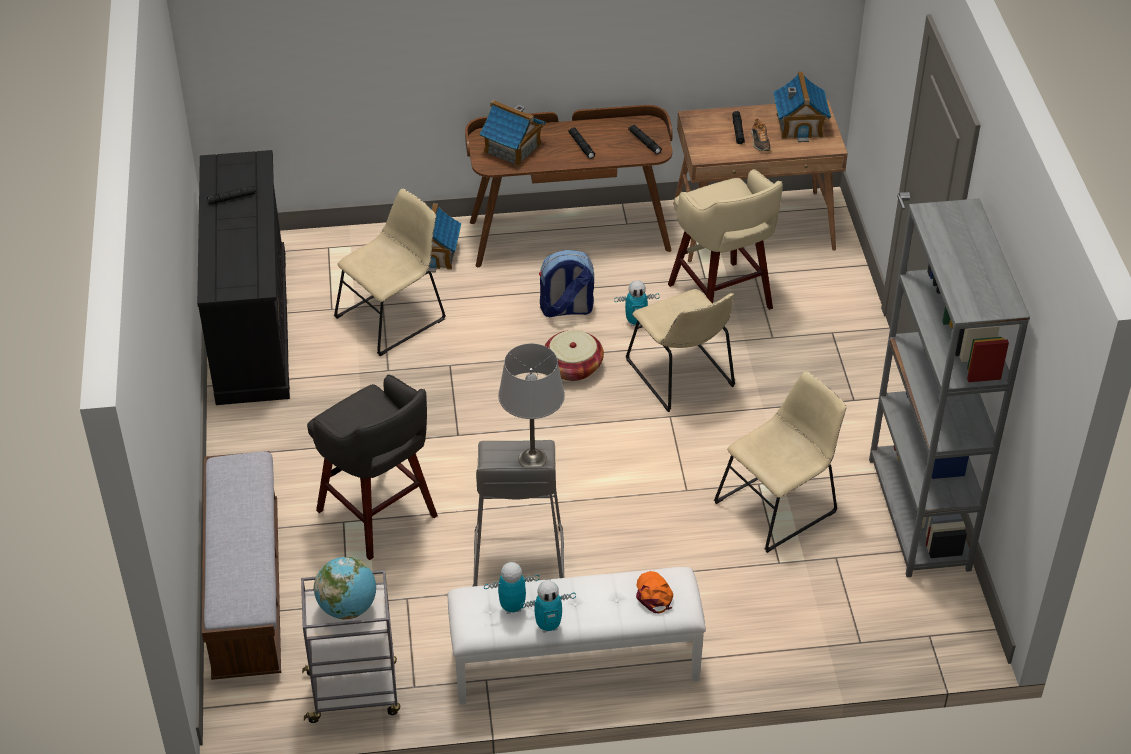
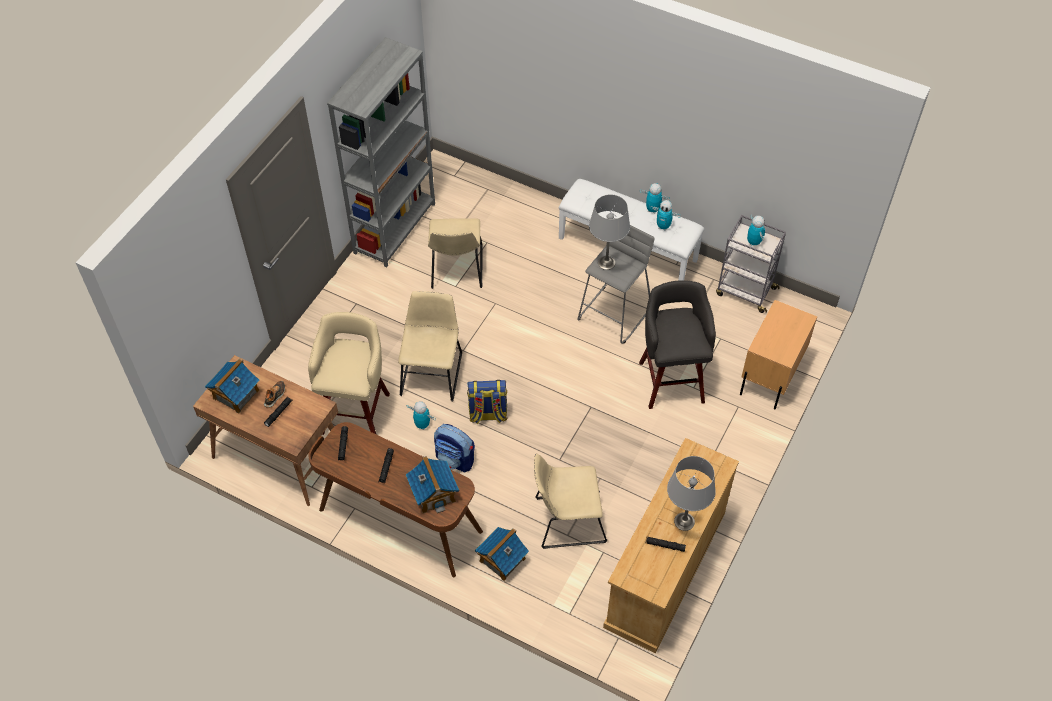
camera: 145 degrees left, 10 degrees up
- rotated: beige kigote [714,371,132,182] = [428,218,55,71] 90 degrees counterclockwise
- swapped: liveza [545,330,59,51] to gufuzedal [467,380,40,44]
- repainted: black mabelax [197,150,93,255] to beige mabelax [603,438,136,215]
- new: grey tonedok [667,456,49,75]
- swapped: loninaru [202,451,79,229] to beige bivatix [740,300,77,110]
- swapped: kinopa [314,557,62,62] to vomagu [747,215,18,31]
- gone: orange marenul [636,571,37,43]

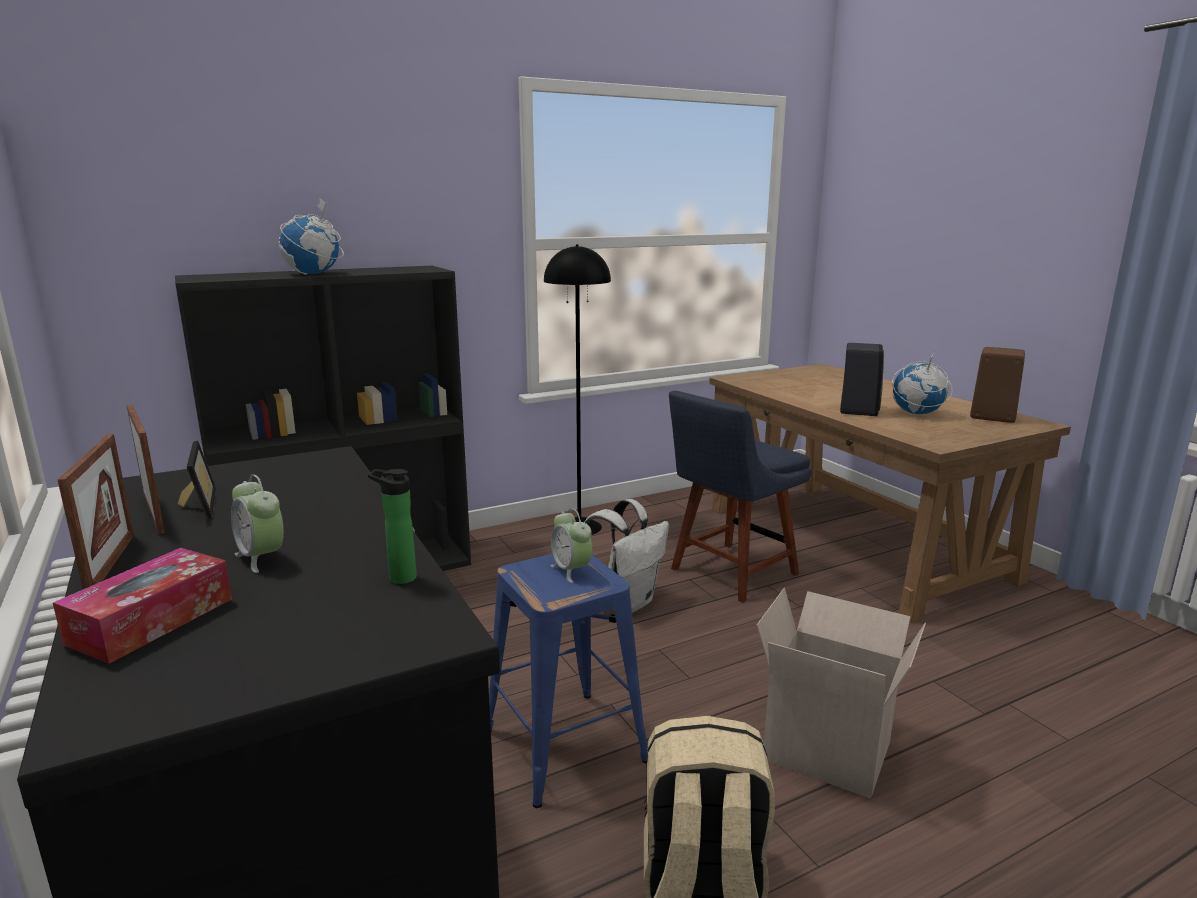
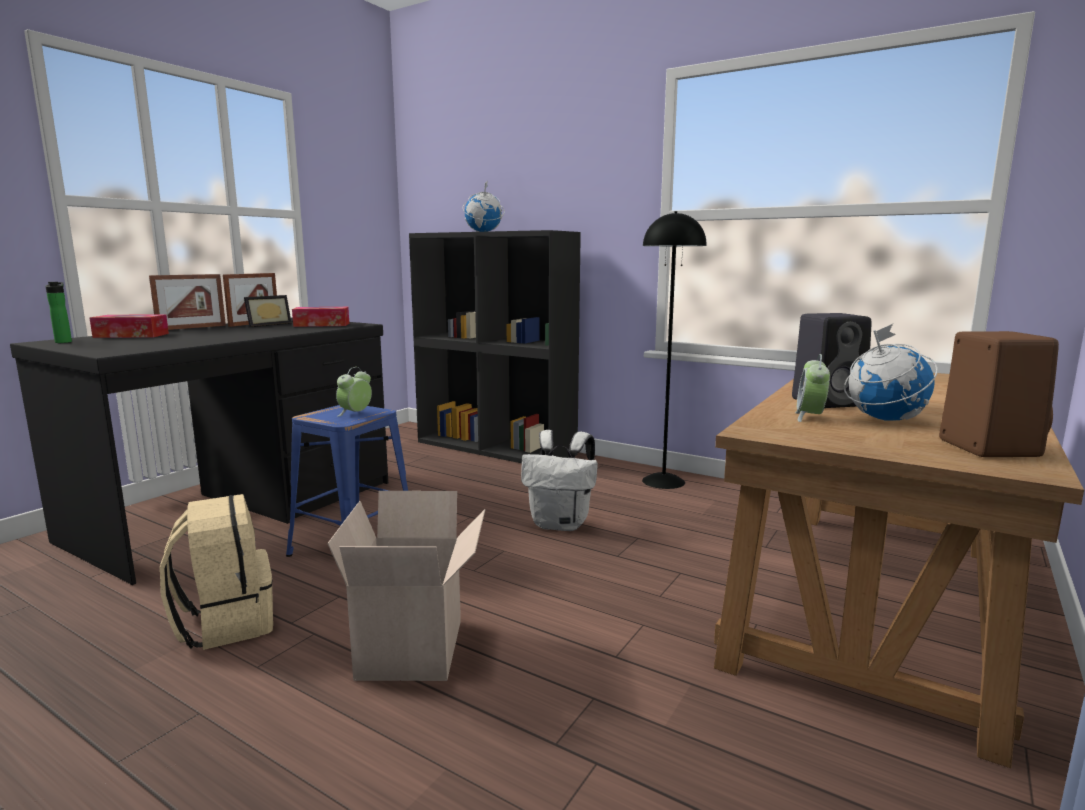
camera: 60 degrees right, 5 degrees down
- shifted: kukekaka [368,469,49,115] to [45,282,27,61]
- new: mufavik [292,307,57,20]
- shifted: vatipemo [231,475,53,98] to [795,354,35,68]
- gone: blue kigote [669,391,142,212]

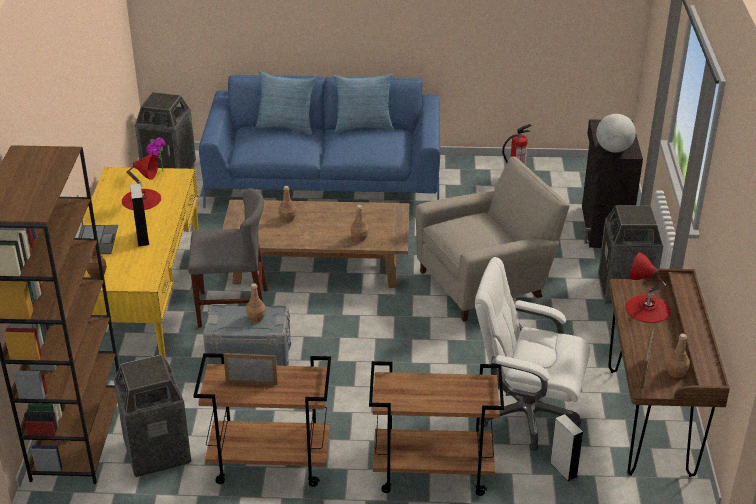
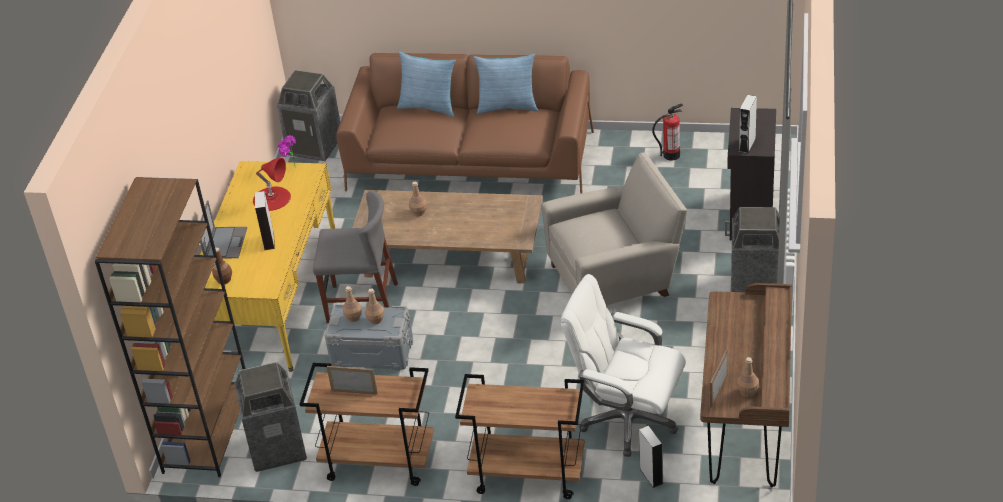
camera: 10 degrees right, 5 degrees up
- repainted: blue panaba [199,75,241,133] to brown panaba [336,53,258,141]
- shifted: brown kukekaka [350,205,19,37] to [343,286,19,36]
- swapped: kinopa [596,114,40,39] to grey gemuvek [739,95,18,58]
- gone: red tonedok [625,252,46,71]

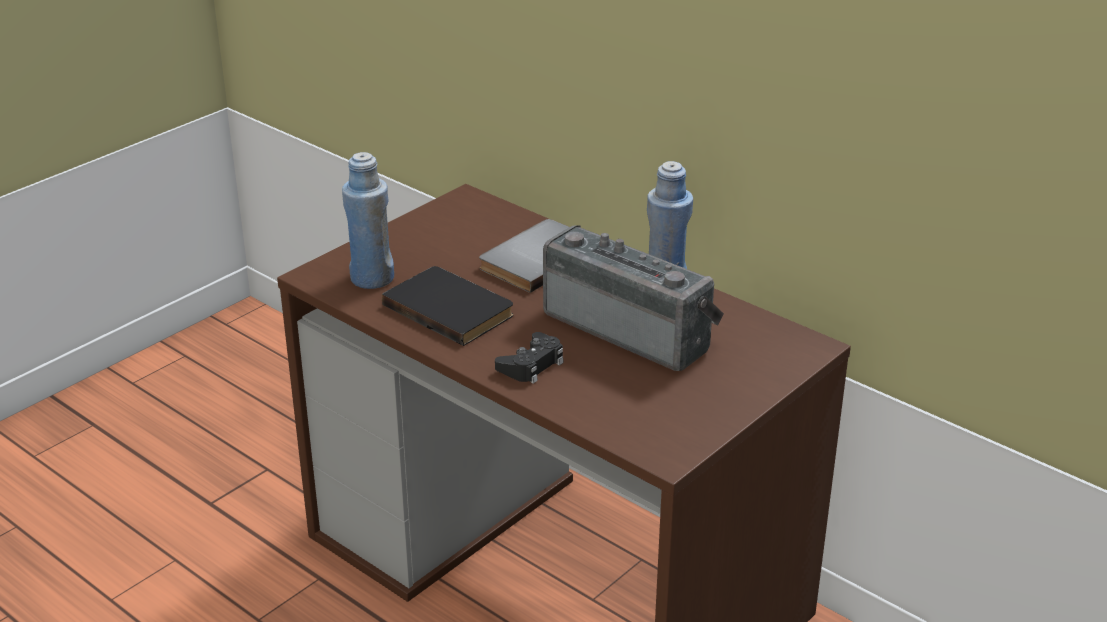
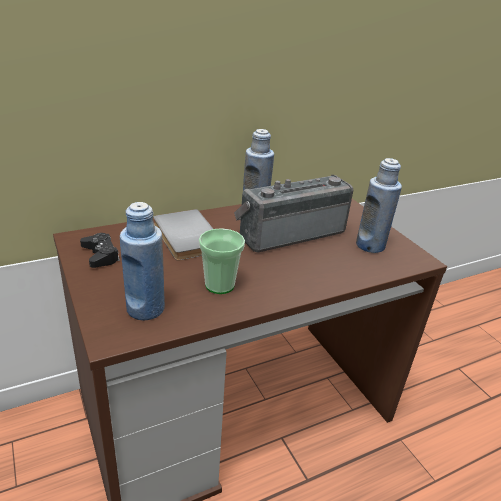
camera: 70 degrees left, 0 degrees up
- shifted: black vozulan [495,332,69,52] to [80,233,40,35]
- swapped: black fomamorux [382,266,131,80] to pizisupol [199,228,46,66]
- new: blue kukekaka [356,158,46,95]

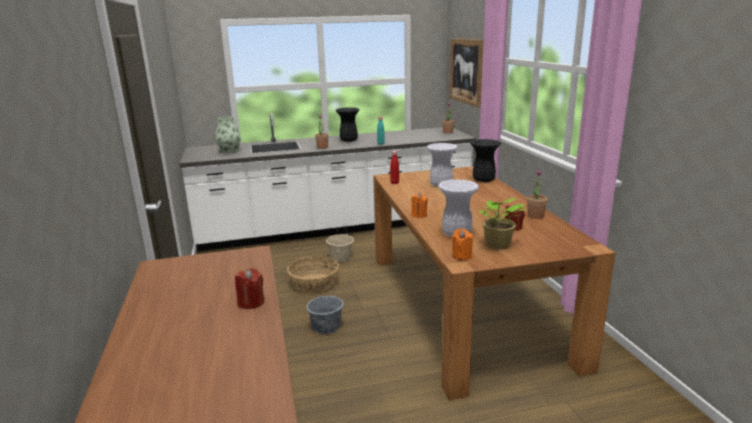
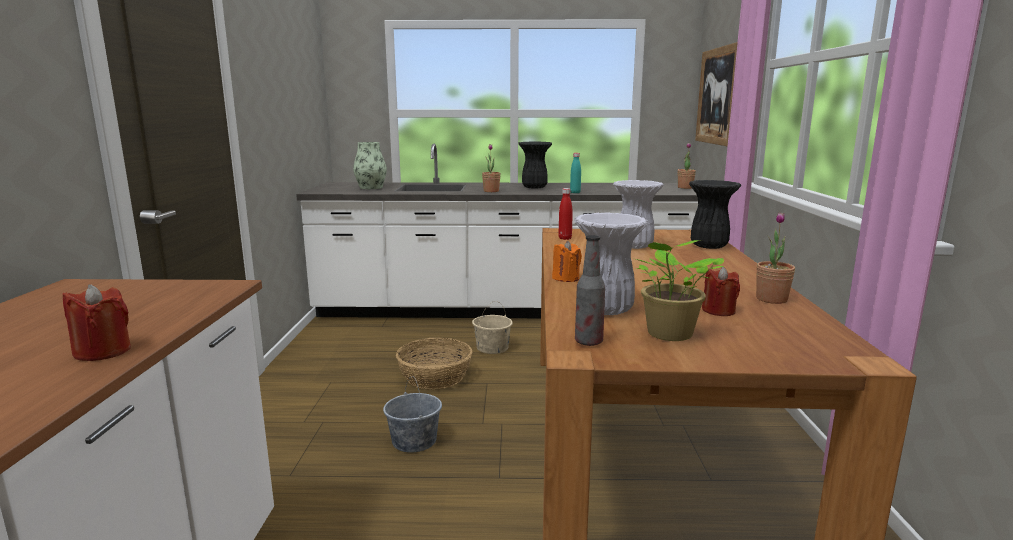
camera: 15 degrees right, 5 degrees down
- swapped: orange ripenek [452,228,21,32] to kukekaka [575,235,30,111]

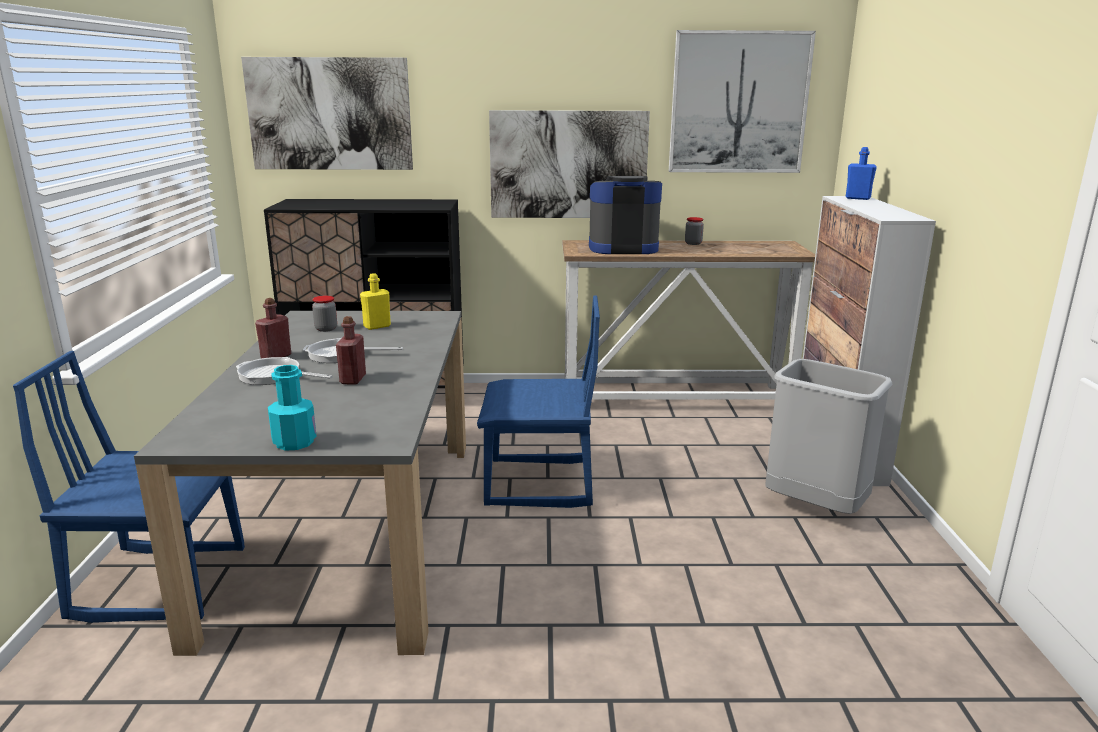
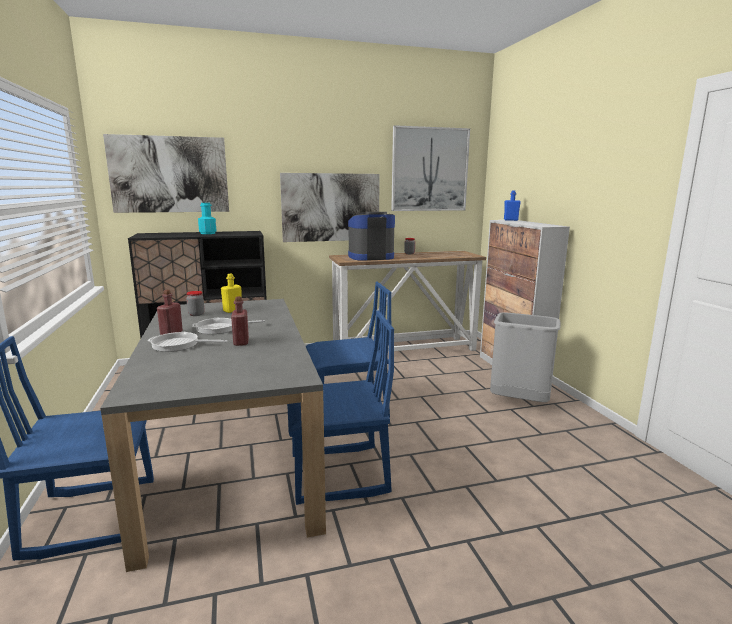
camera: 15 degrees left, 5 degrees down
- shifted: turquoise kukekaka [268,365,49,86] to [198,203,18,31]
- new: blue kigote [287,311,107,194]

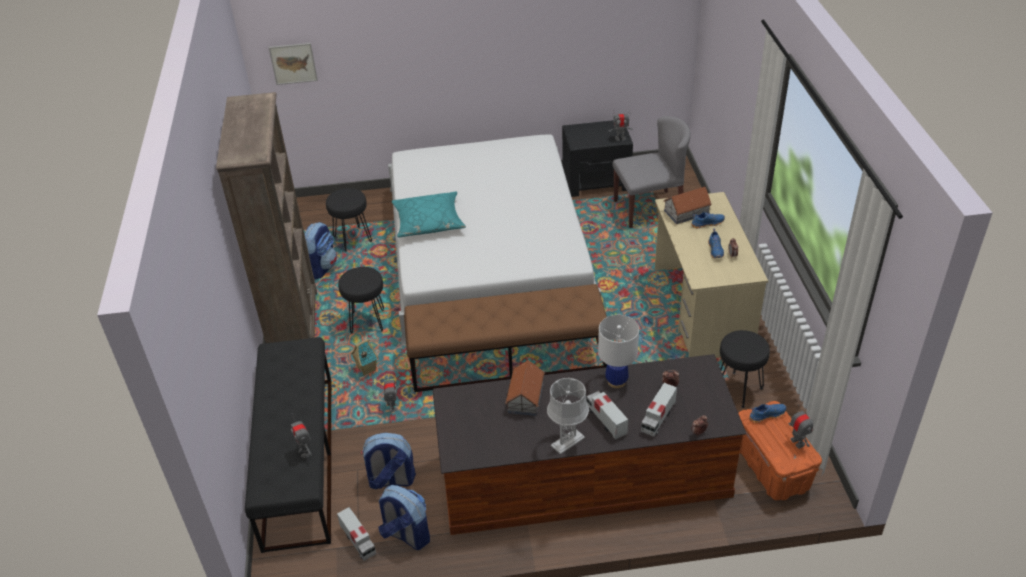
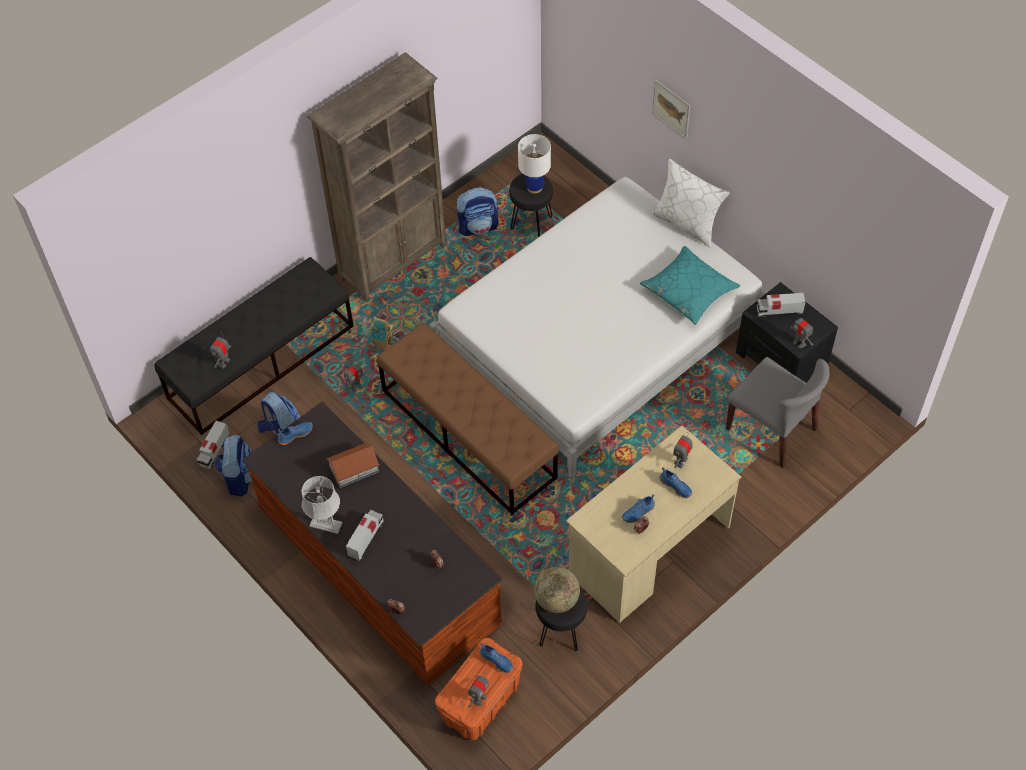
camera: 55 degrees right, 15 degrees up
- new: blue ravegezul [277,422,36,23]
- shifted: white tonedok [598,315,41,73] to [518,134,33,60]
- new: kinopa [534,567,46,46]
- shifted: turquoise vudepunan [392,192,74,45] to [640,246,100,79]
- shifted: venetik [269,43,49,42] to [652,80,39,59]
- new: white vudepunan [652,159,78,89]
- swapped: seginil [663,187,49,37] to vomagu [673,430,20,38]
- shifted: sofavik [641,383,36,54] to [756,293,50,24]
- gone: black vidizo [338,267,46,66]

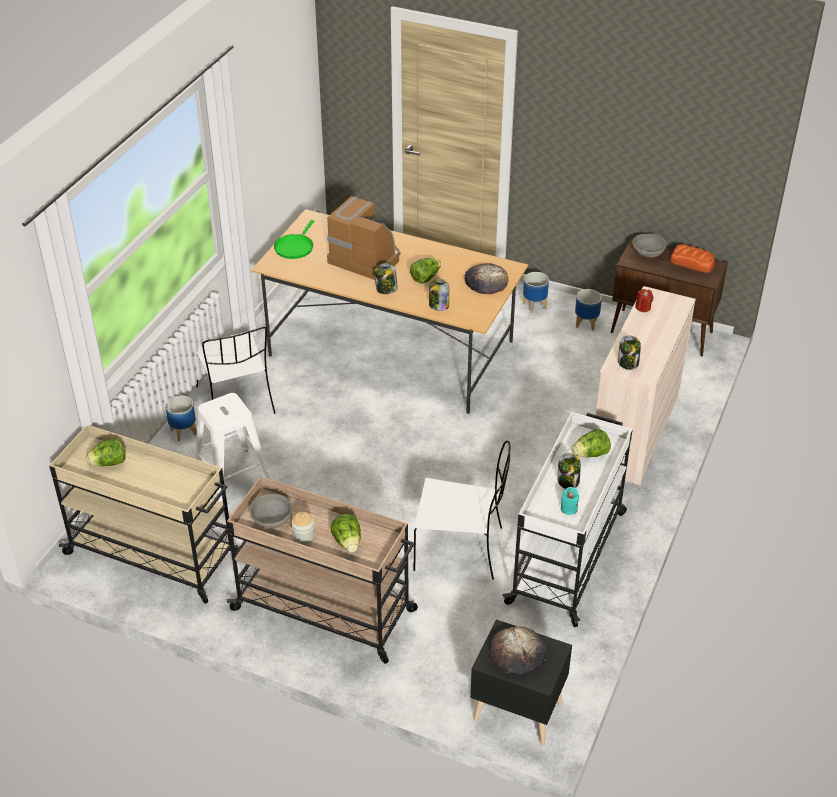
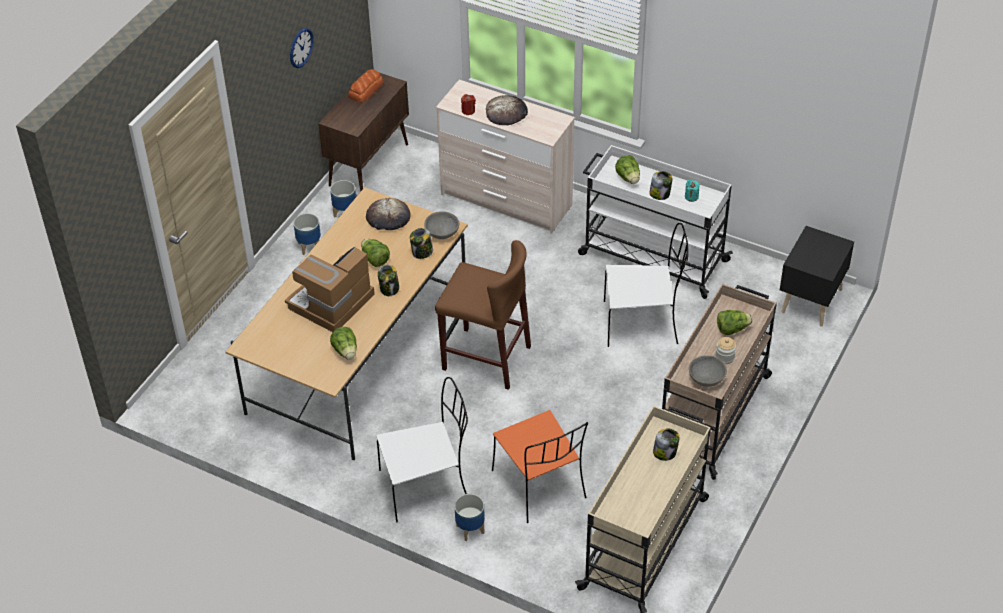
camera: 85 degrees left, 5 degrees up
- new: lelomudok [290,28,24,40]
- shifted: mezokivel [86,438,40,28] to [330,327,27,33]
- shifted: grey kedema [632,233,34,25] to [424,211,35,28]
- new: brown vidizo [435,240,96,150]
- shifted: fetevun [489,626,58,49] to [486,95,42,30]
- swapped: white vidizo [196,393,75,109] to orange kigote [492,410,96,113]
- rotated: white kigote [414,441,96,139] = [604,223,84,124] 75 degrees clockwise
- shifted: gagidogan [618,335,23,35] to [653,428,26,33]
- gone: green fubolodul [274,220,40,39]

